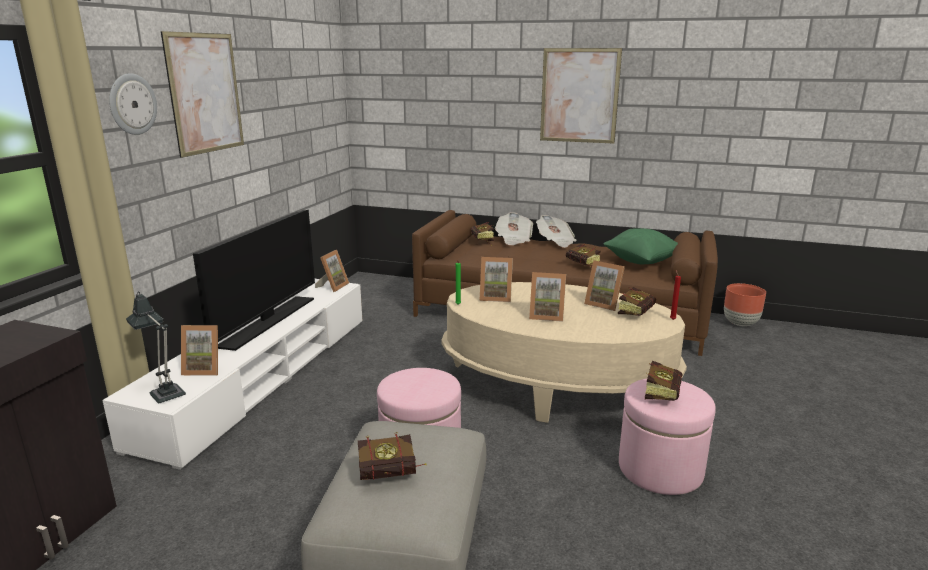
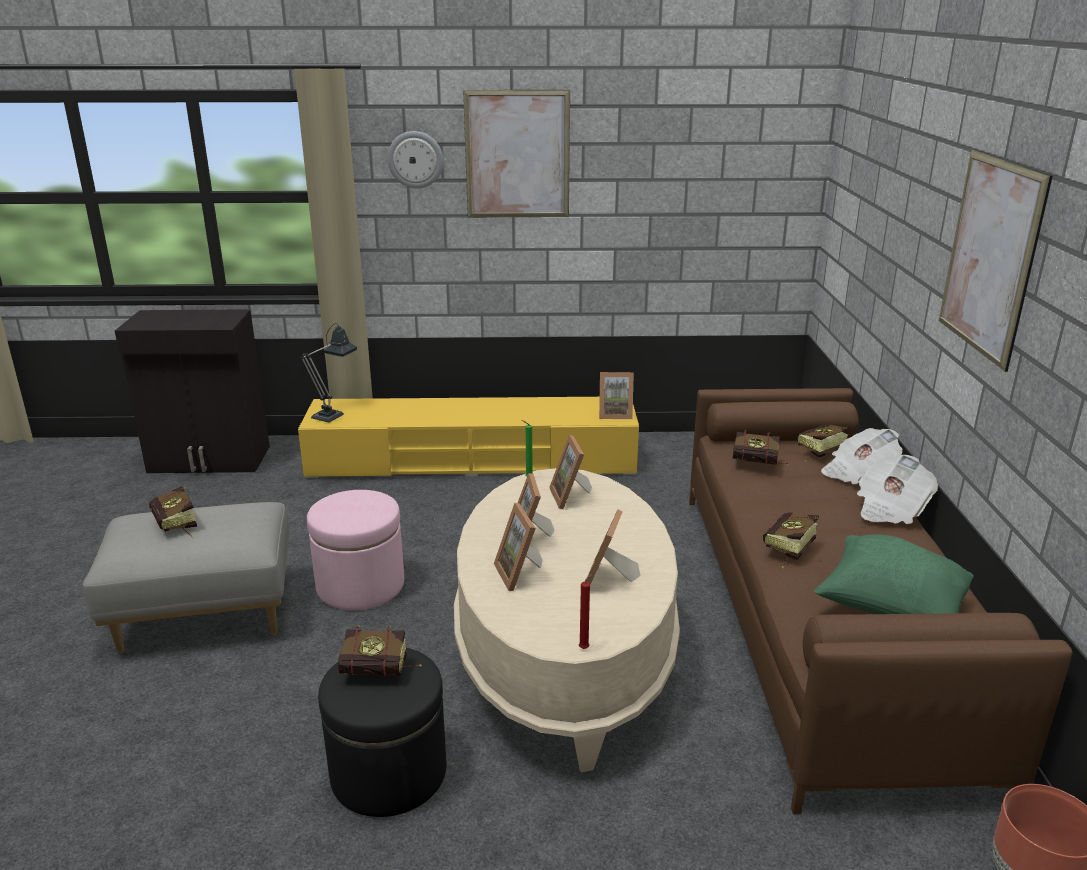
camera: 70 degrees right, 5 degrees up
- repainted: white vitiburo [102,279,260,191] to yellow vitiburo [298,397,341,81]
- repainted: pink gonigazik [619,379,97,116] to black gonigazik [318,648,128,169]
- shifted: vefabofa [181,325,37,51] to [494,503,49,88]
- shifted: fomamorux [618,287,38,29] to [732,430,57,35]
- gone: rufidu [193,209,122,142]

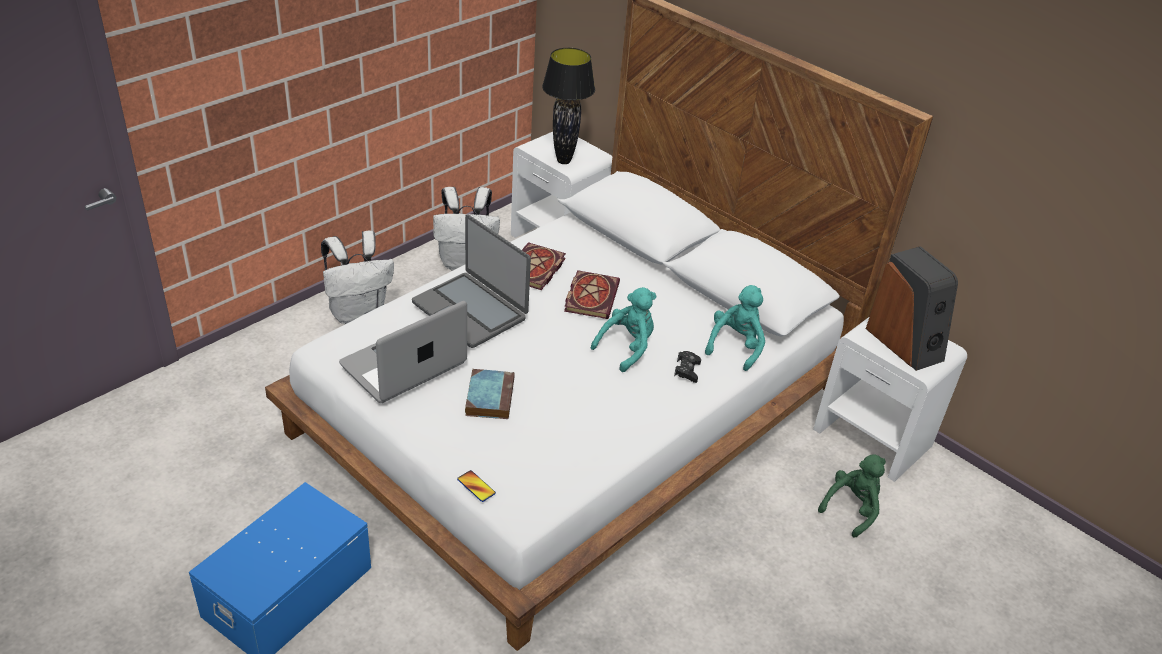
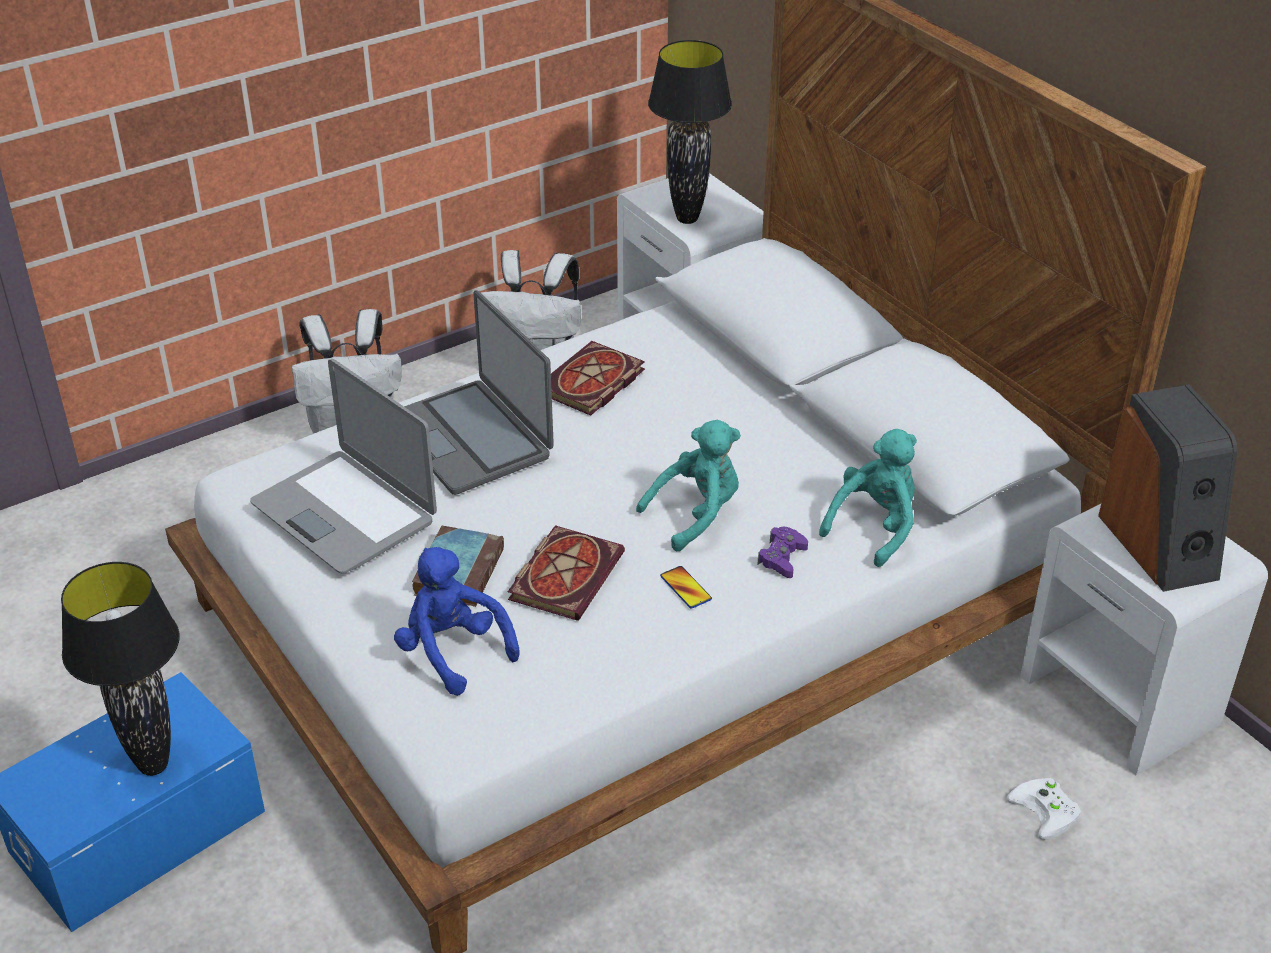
camera: 15 degrees right, 0 degrees up
- new: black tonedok [61,562,119,214]
- rotated: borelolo [339,301,128,102] = [250,359,187,214] 105 degrees counterclockwise
- new: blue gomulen [394,547,126,149]
- shifted: fomamorux [564,270,56,49] to [508,525,117,96]
- shifted: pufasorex [457,470,39,32] to [660,566,52,42]
- repainted: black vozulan [674,351,27,32] to purple vozulan [757,527,51,51]
- swapped: green gomulen [818,454,68,84] to white vozulan [1007,778,74,62]

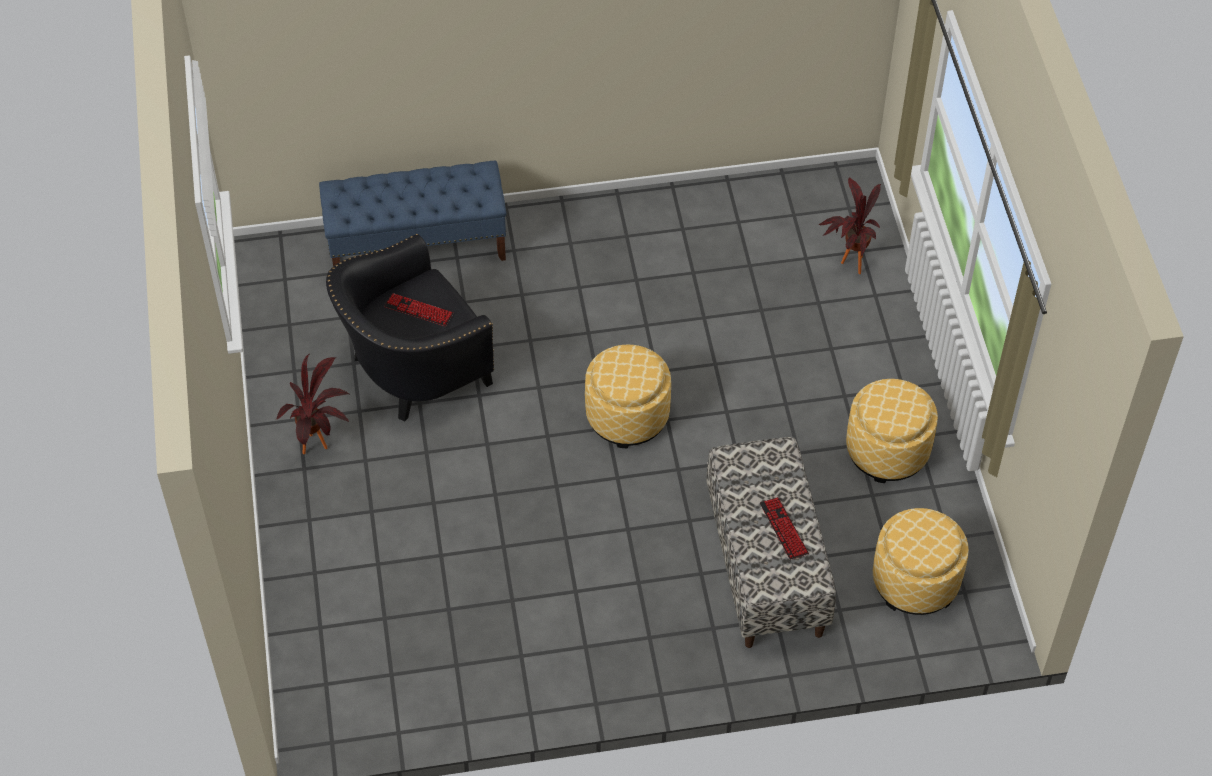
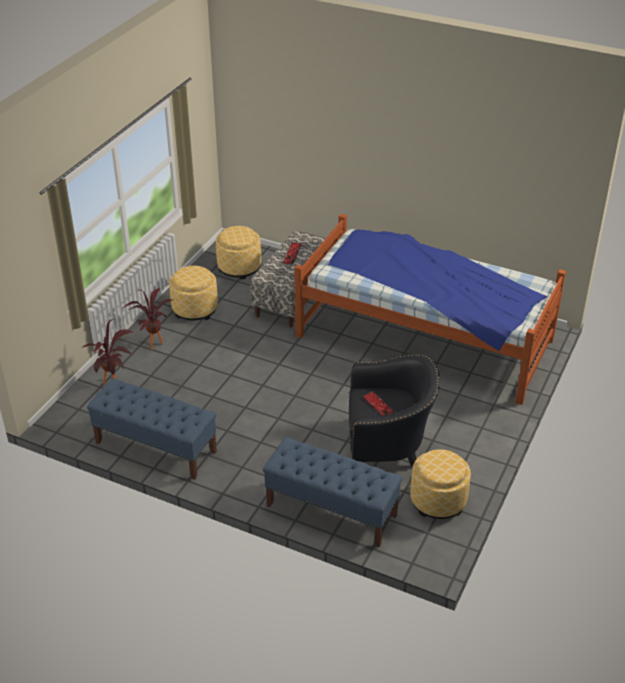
camera: 145 degrees left, 15 degrees down
- new: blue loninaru [87,379,130,101]
- shifted: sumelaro [275,354,74,100] to [123,288,50,62]
- new: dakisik [295,214,271,191]
- shifted: gonigazik [585,345,86,103] to [410,449,61,70]

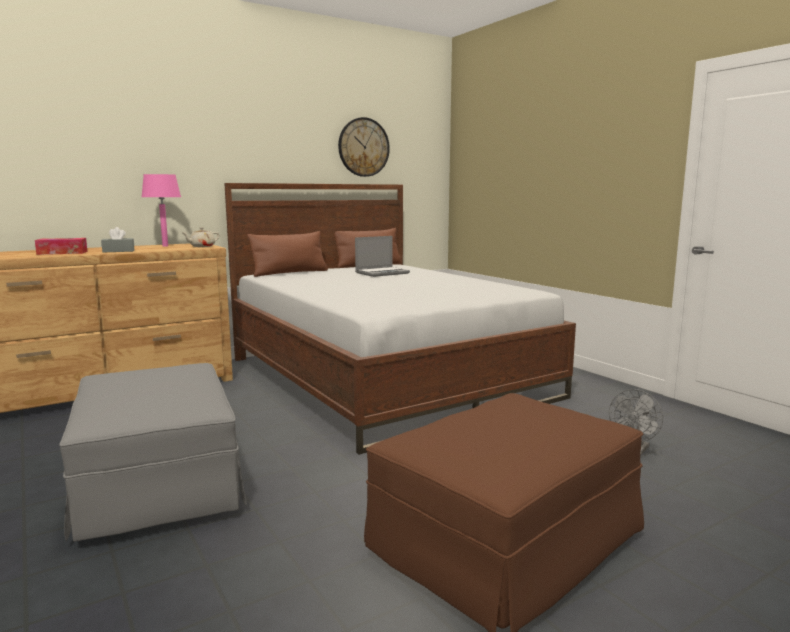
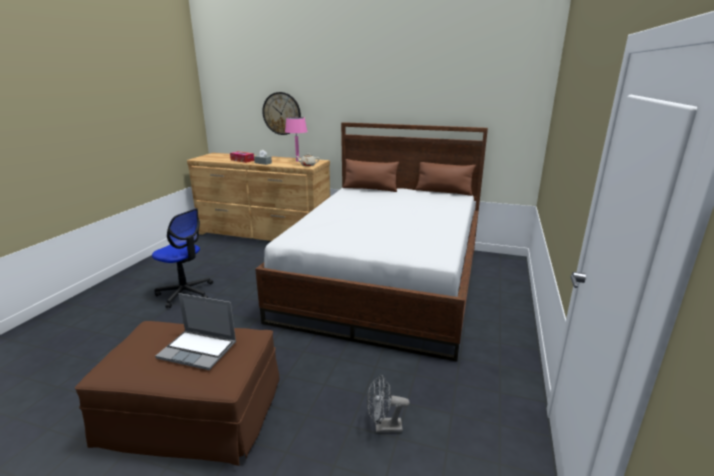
camera: 50 degrees right, 10 degrees up
- swapped: grey gonigazik [59,363,188,179] to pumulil [152,208,61,100]
- shifted: borelolo [355,236,55,41] to [155,293,81,77]
- shifted: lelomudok [338,117,52,60] to [262,92,39,43]

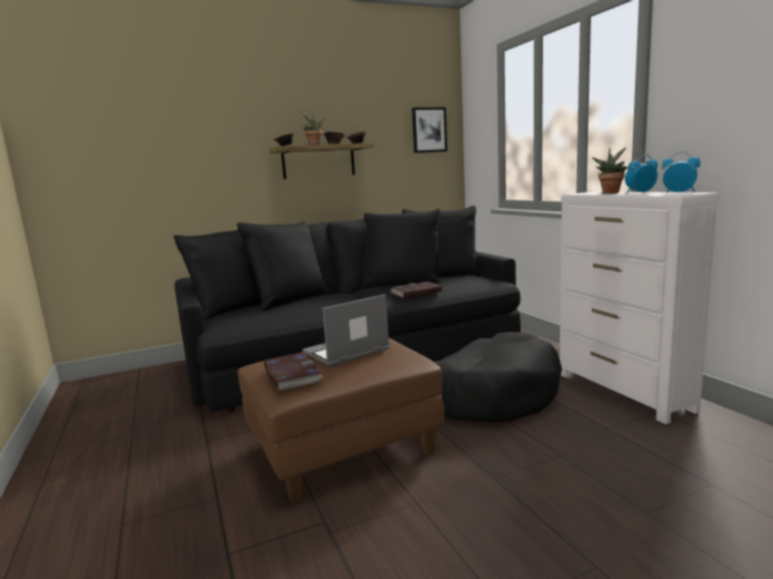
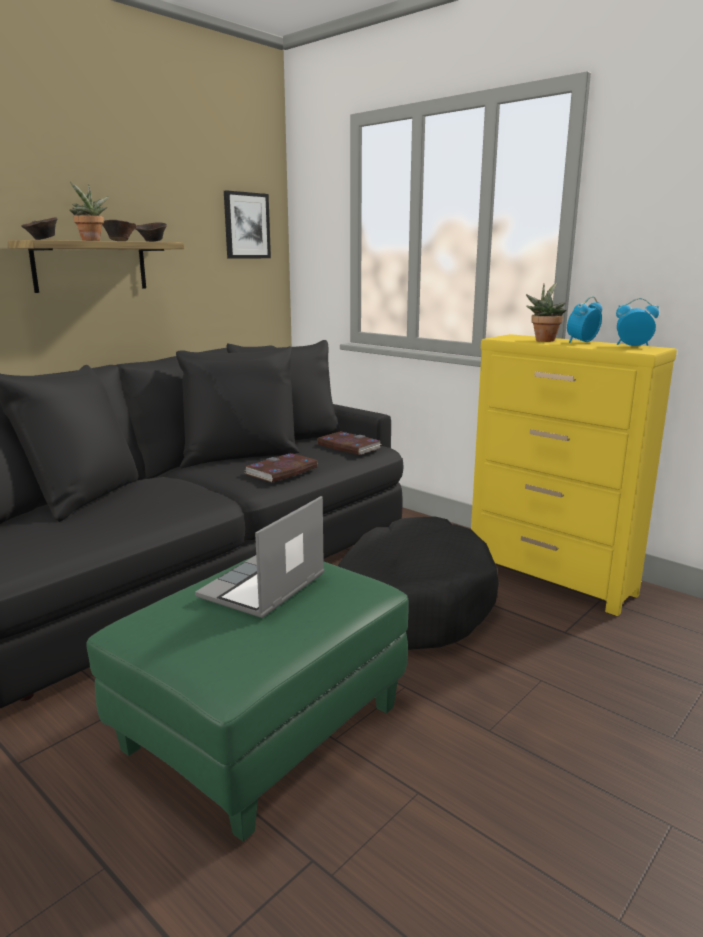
camera: 25 degrees left, 5 degrees up
- repainted: brown gonigazik [238,338,206,165] to green gonigazik [86,556,323,286]
- shifted: fomamorux [264,352,58,39] to [317,431,64,24]
- repainted: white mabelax [560,192,159,232] to yellow mabelax [471,334,206,282]

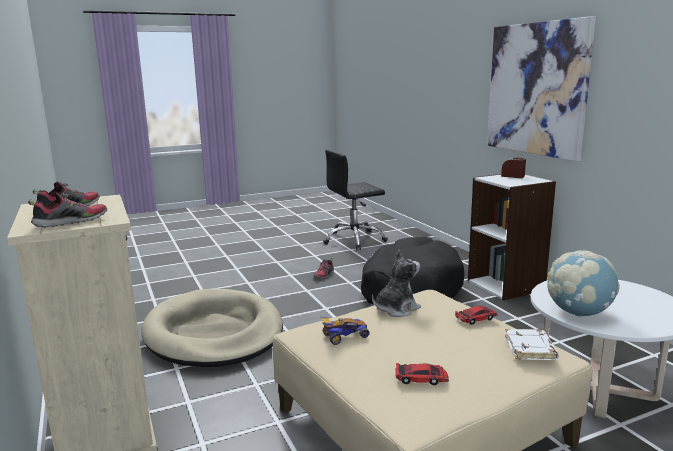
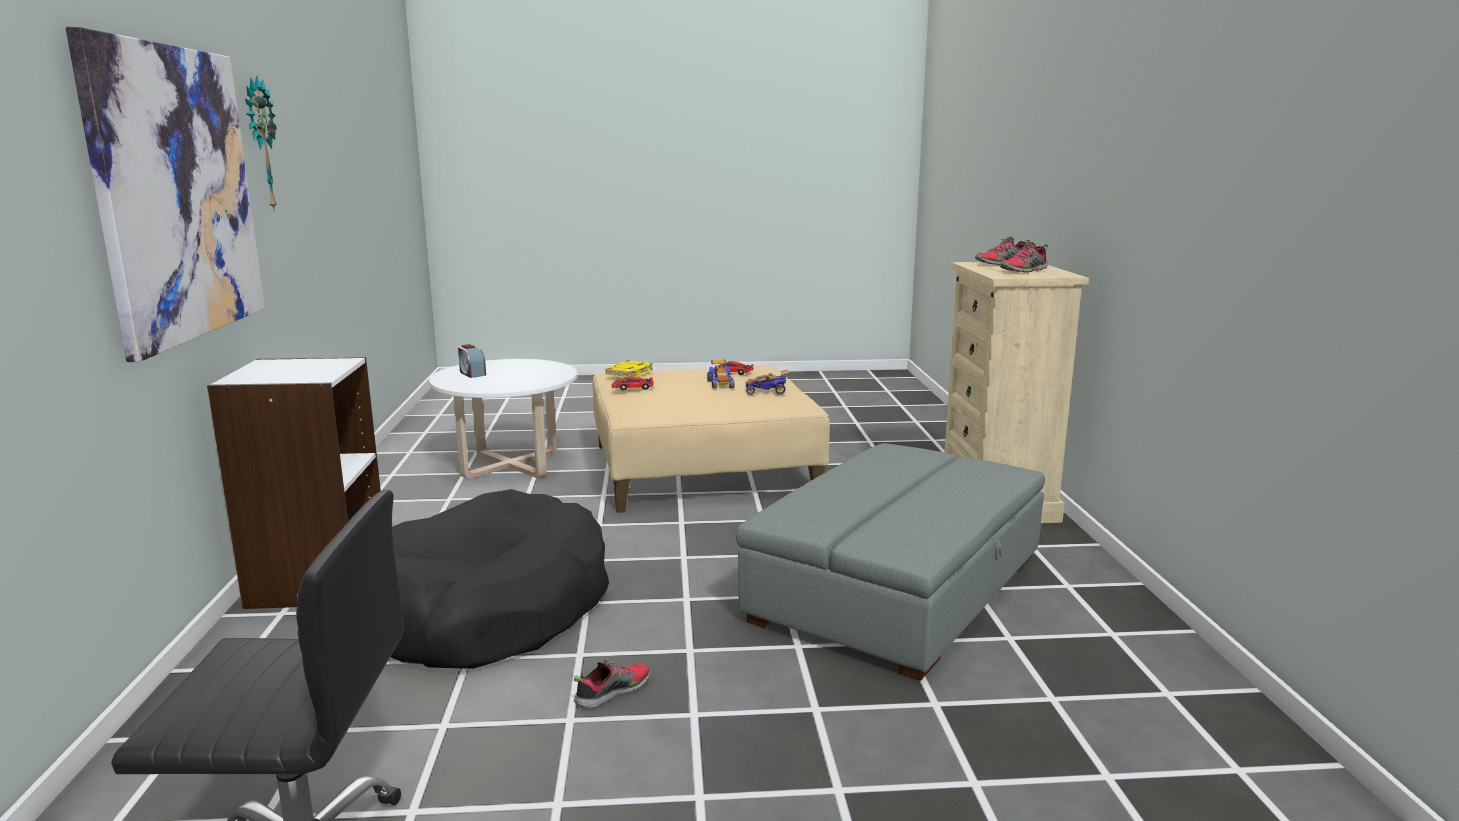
camera: 160 degrees left, 0 degrees up
- new: lelomudok [245,76,32,136]
- shifted: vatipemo [501,157,25,21] to [458,344,28,34]
- repainted: white fomamorux [505,329,54,31] to yellow fomamorux [605,360,48,17]
- new: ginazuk [707,359,27,30]
- swapped: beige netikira [141,288,142,79] to grey gonigazik [736,443,309,238]
- gone: gomulen [372,249,49,68]
- gone: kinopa [547,250,73,67]

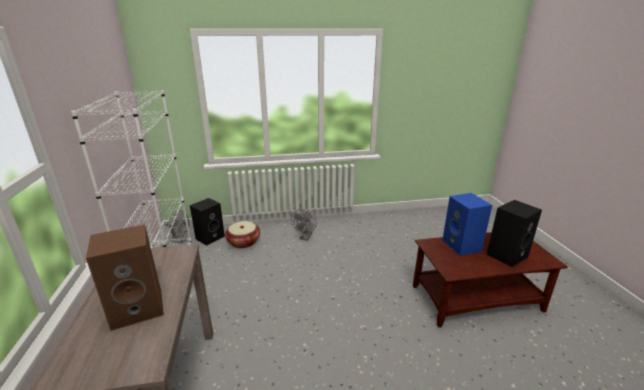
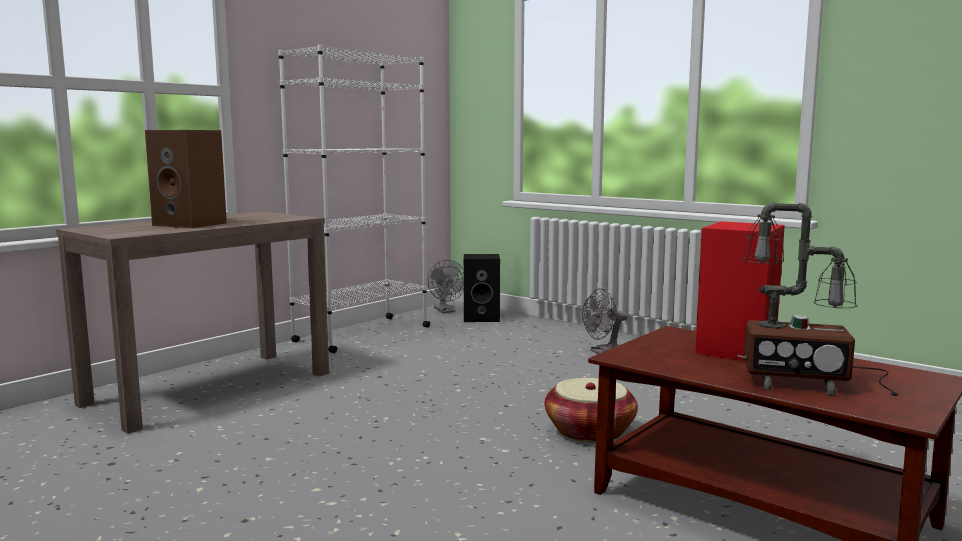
camera: 50 degrees right, 15 degrees down
- shifted: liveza [225,221,35,27] to [545,378,93,65]
- repainted: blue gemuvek [442,193,50,63] to red gemuvek [695,221,90,140]
- swapped: black gemuvek [487,200,55,67] to tonedok [738,202,160,194]

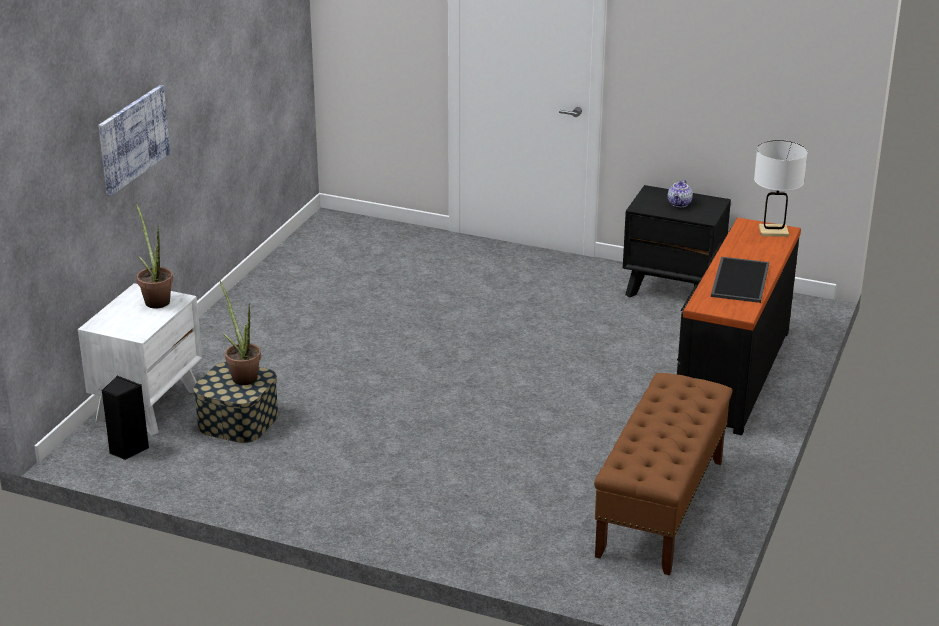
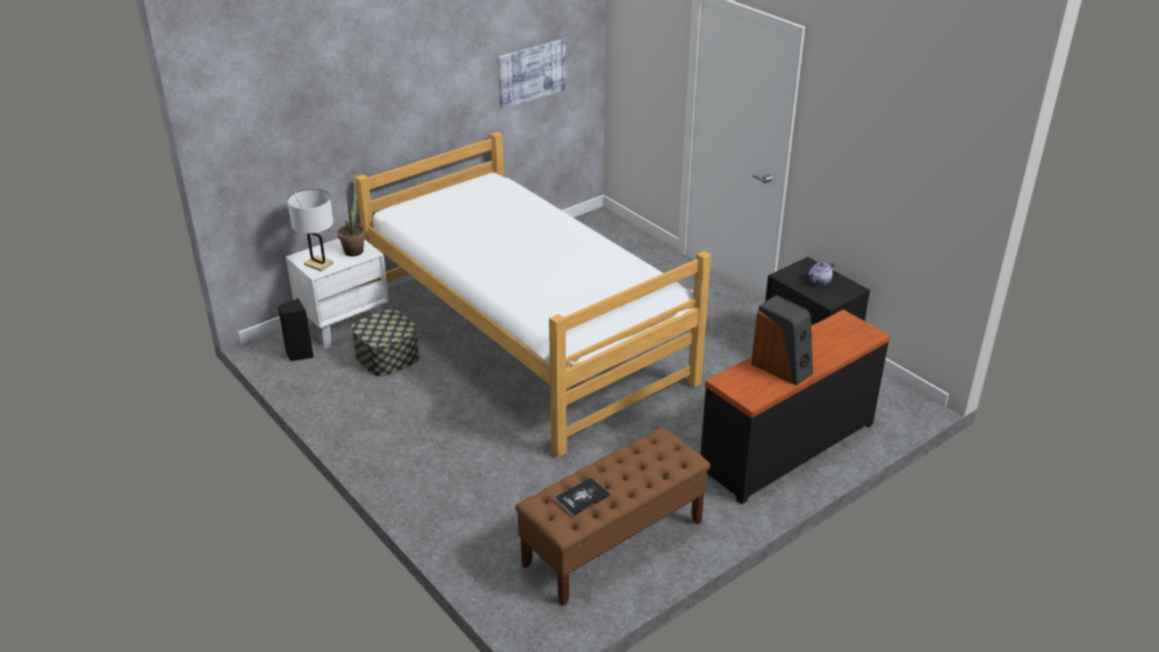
camera: 30 degrees right, 5 degrees up
- shifted: white tonedok [754,140,53,97] to [287,189,47,82]
- new: dakisik [355,132,356,326]
- shifted: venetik [98,85,72,111] to [498,39,68,70]
- new: fomamorux [554,477,56,39]
- swapped: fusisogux [711,257,58,46] to gemuvek [751,295,62,90]
- gone: sumelaro [219,280,42,105]

